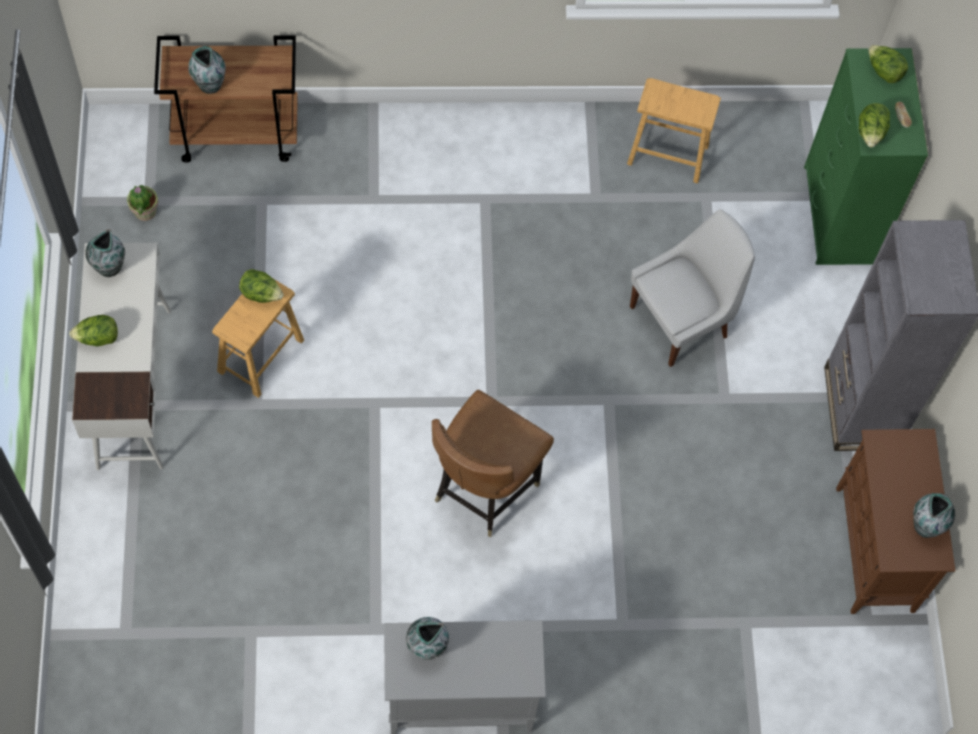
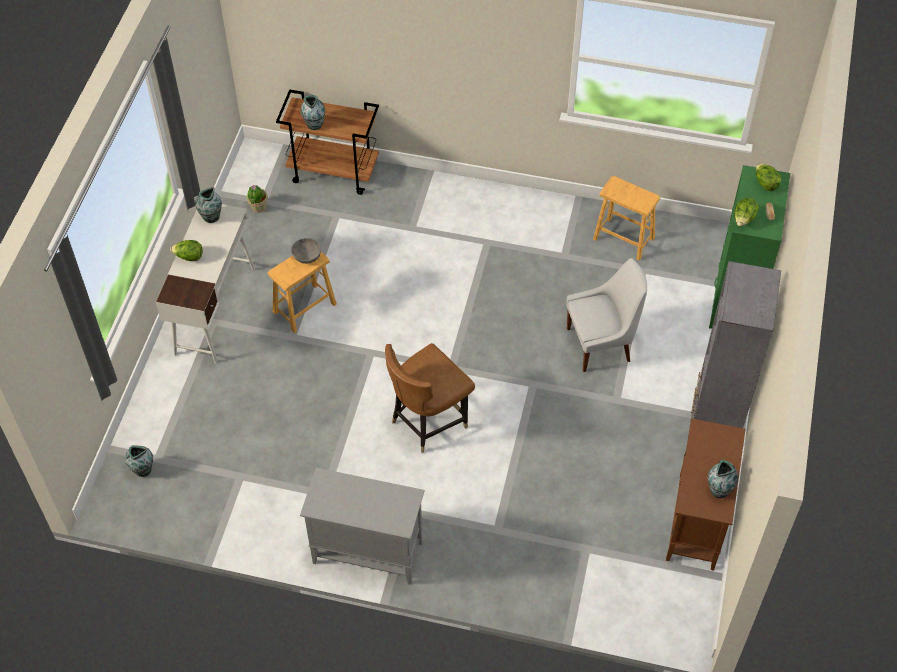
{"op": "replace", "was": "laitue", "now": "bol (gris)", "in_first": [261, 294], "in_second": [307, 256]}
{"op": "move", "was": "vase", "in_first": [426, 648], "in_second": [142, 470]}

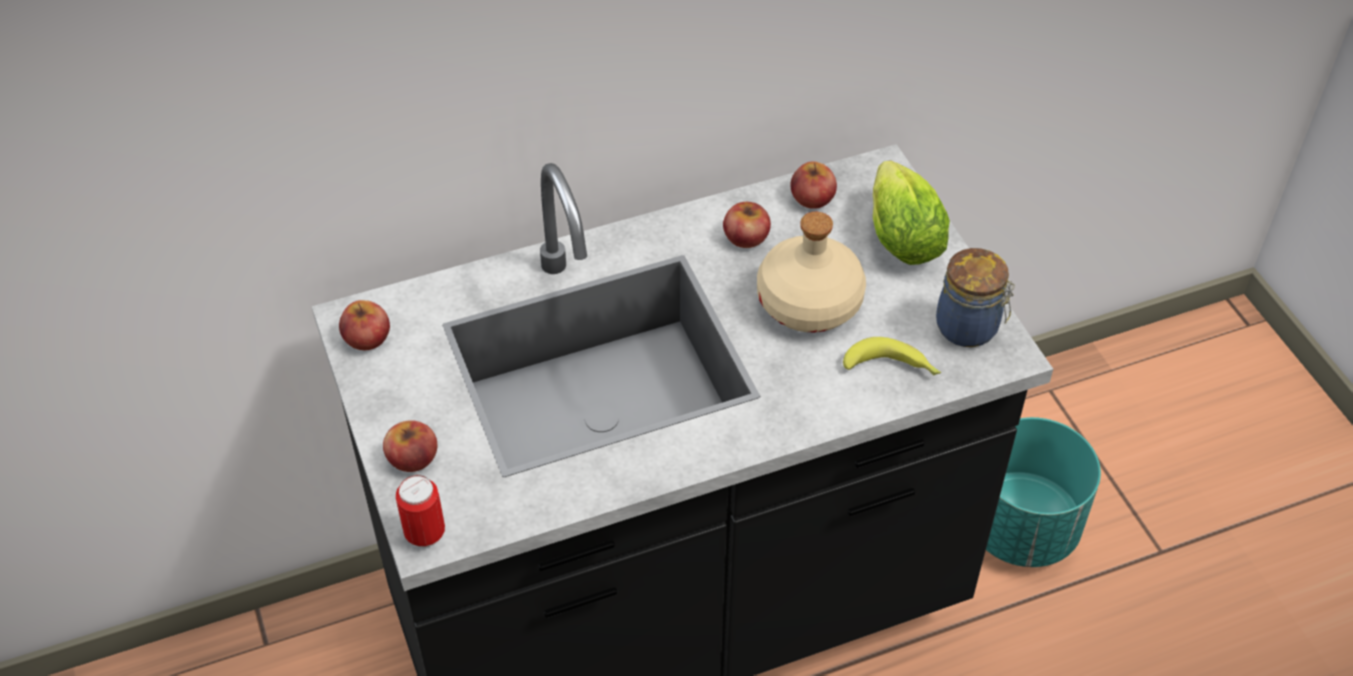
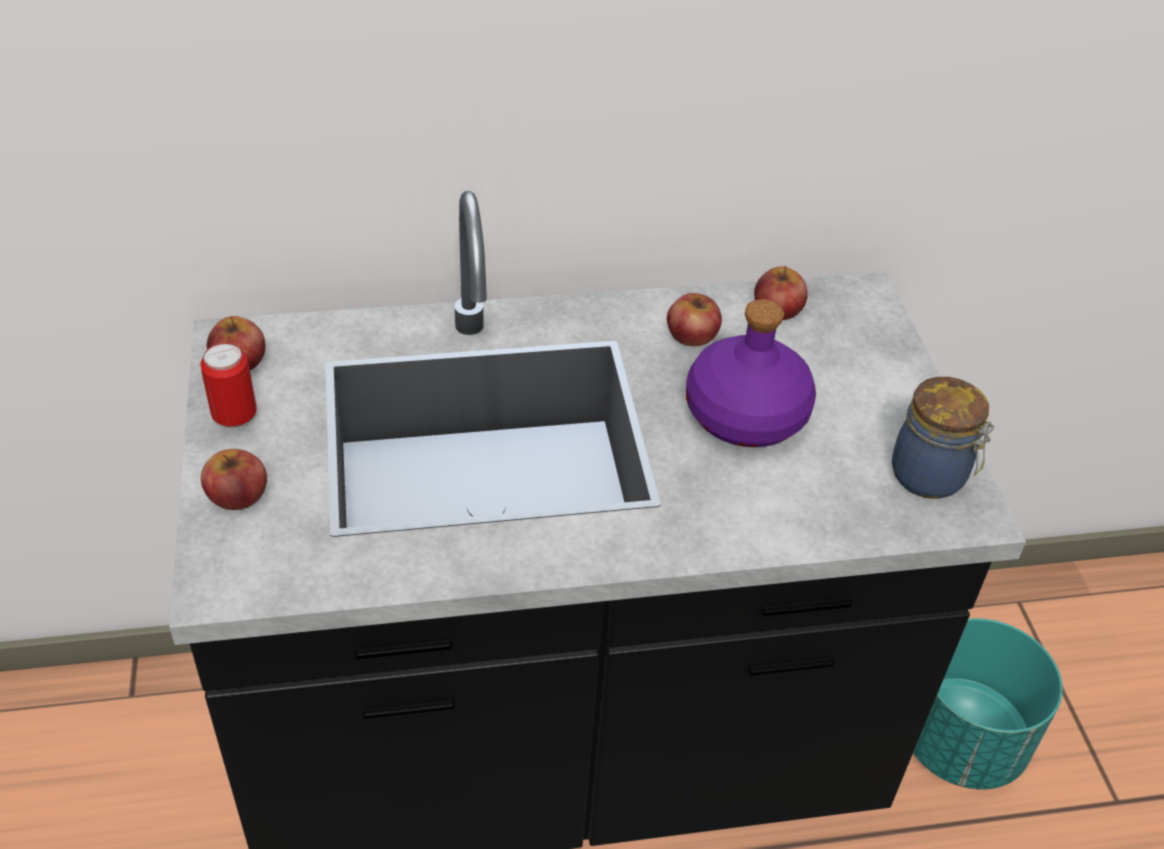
{"op": "delete", "was": "laitue", "in_first": [900, 234]}
{"op": "recolor", "was": "bouteille (beige)", "now": "bouteille (violet)", "in_first": [808, 303], "in_second": [744, 415]}
{"op": "delete", "was": "banane", "in_first": [892, 368]}
{"op": "move", "was": "boîte métallique", "in_first": [425, 534], "in_second": [235, 417]}

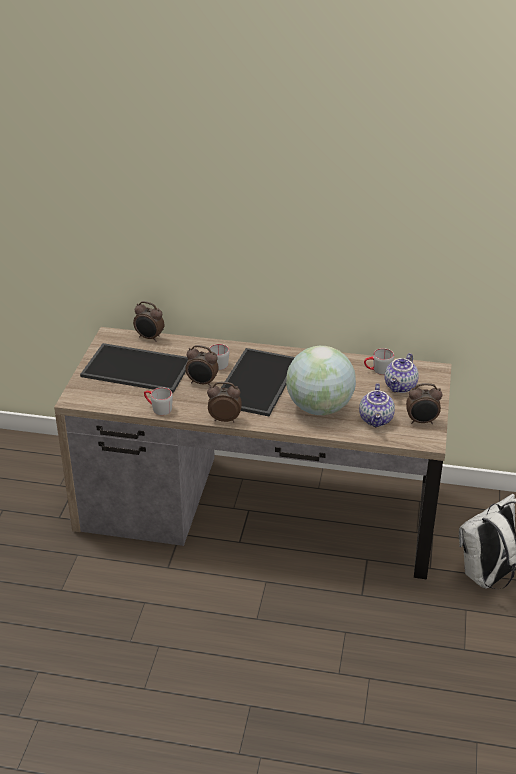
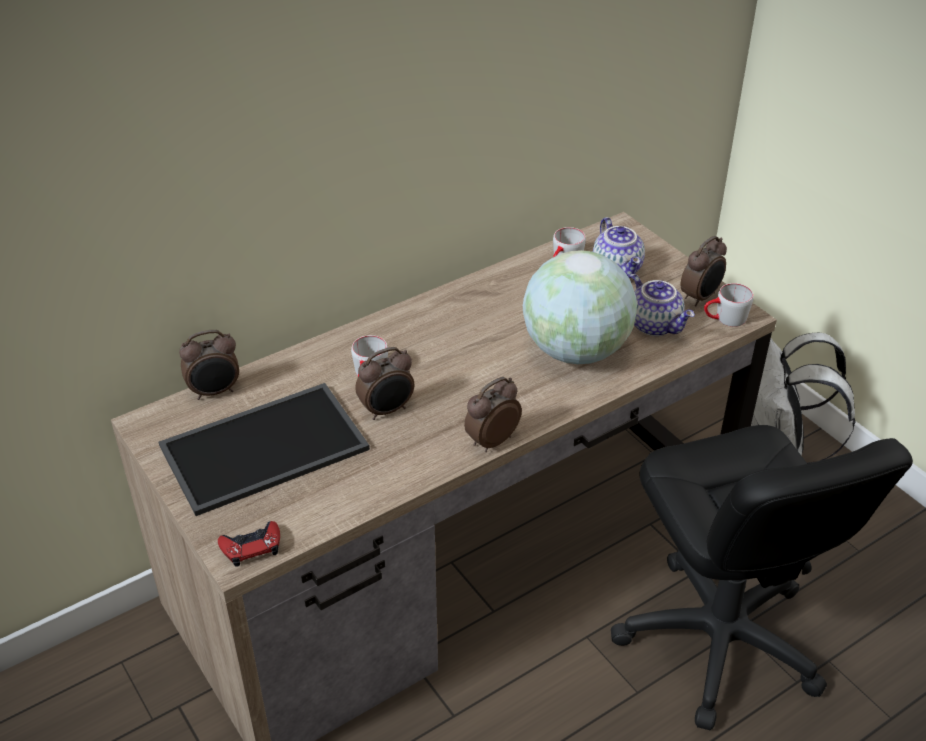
{"op": "delete", "was": "plateau", "in_first": [258, 383]}
{"op": "move", "was": "mug (gris)", "in_first": [158, 408], "in_second": [724, 319]}
{"op": "insert", "now": "chaise de bureau (noir)", "in_second": [718, 640]}
{"op": "insert", "now": "manette (rouge)", "in_second": [251, 547]}

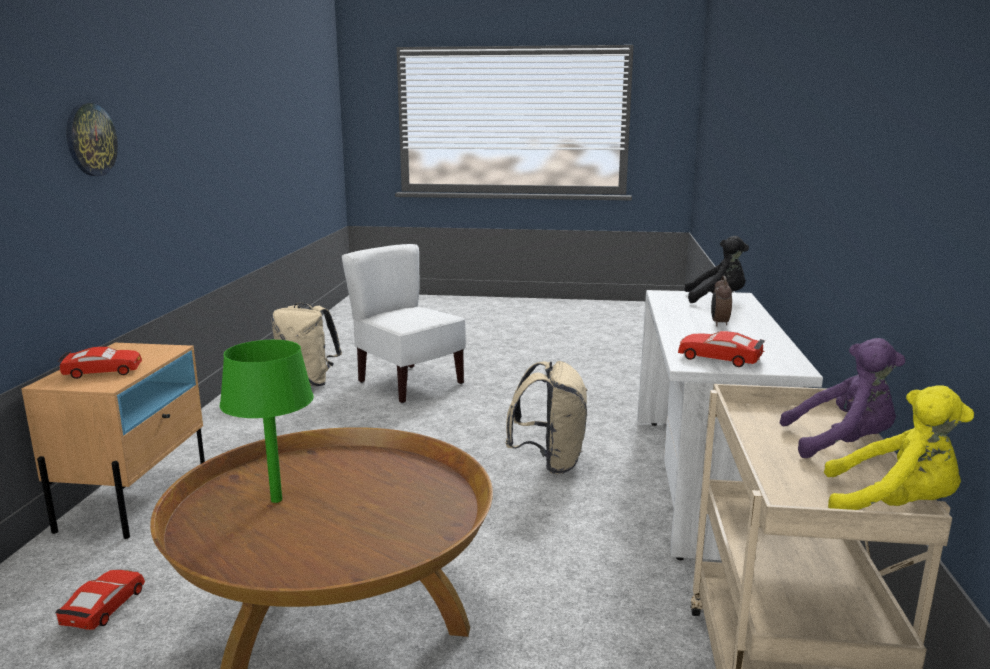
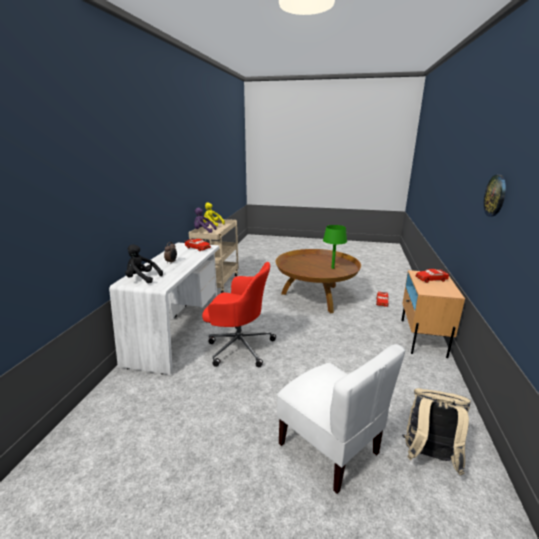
{"op": "replace", "was": "sac à dos (beige)", "now": "chaise de bureau (rouge)", "in_first": [549, 462], "in_second": [239, 346]}

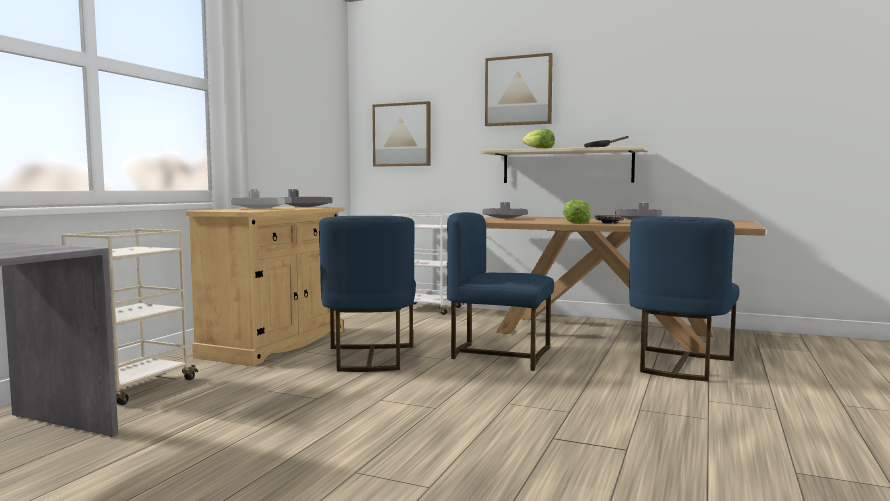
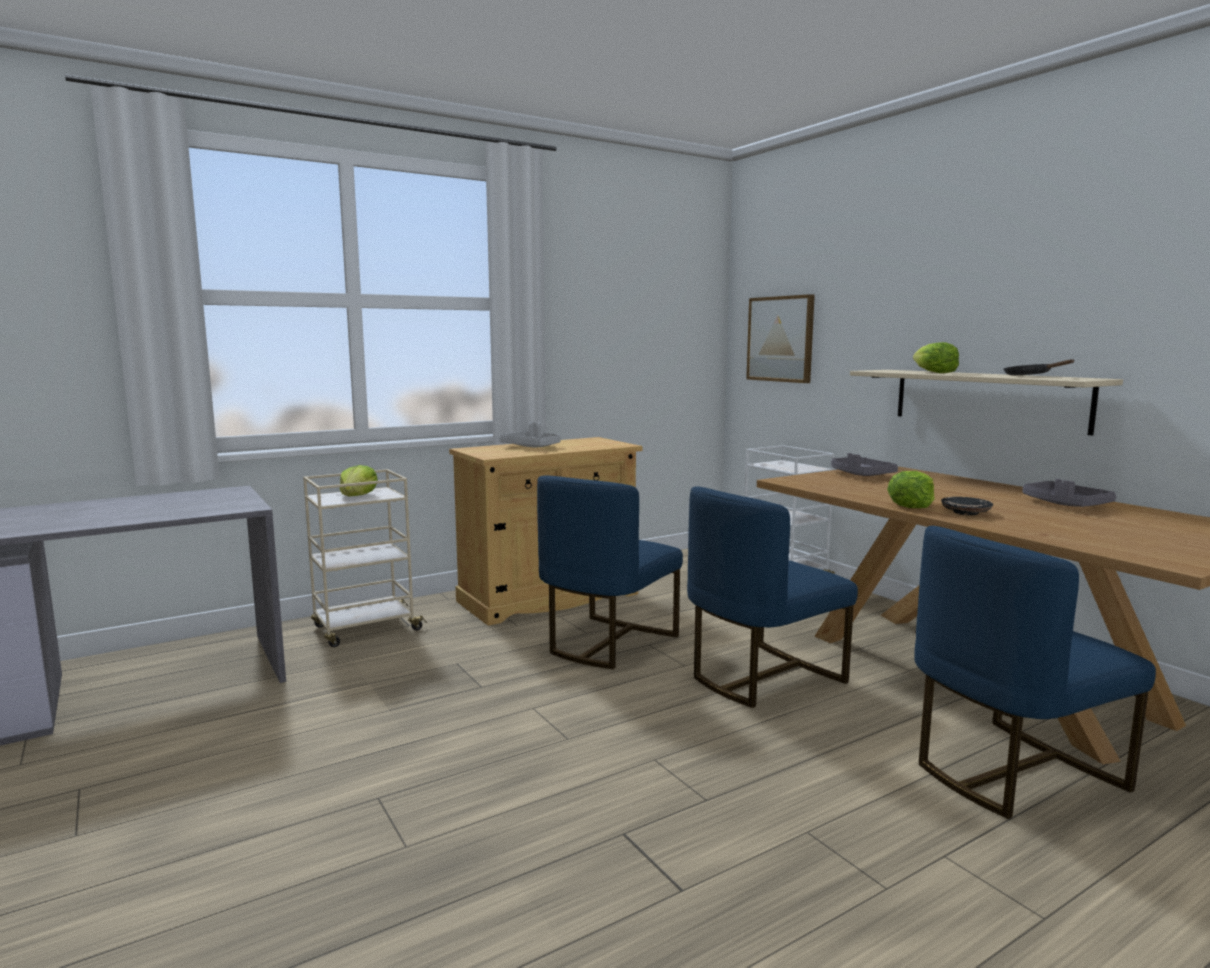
{"op": "delete", "was": "tableau", "in_first": [518, 90]}
{"op": "delete", "was": "plateau (gris)", "in_first": [305, 207]}
{"op": "rotate", "was": "chaise (bleu)", "in_first": [499, 355], "in_second": [762, 677], "clockwise": -90}
{"op": "insert", "now": "laitue", "in_second": [358, 496]}

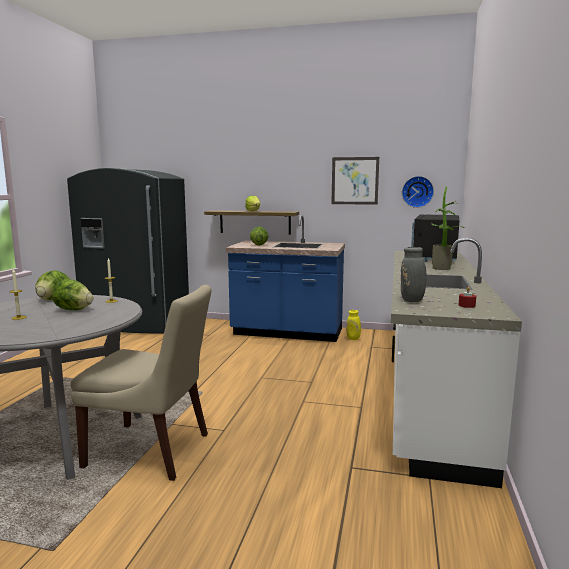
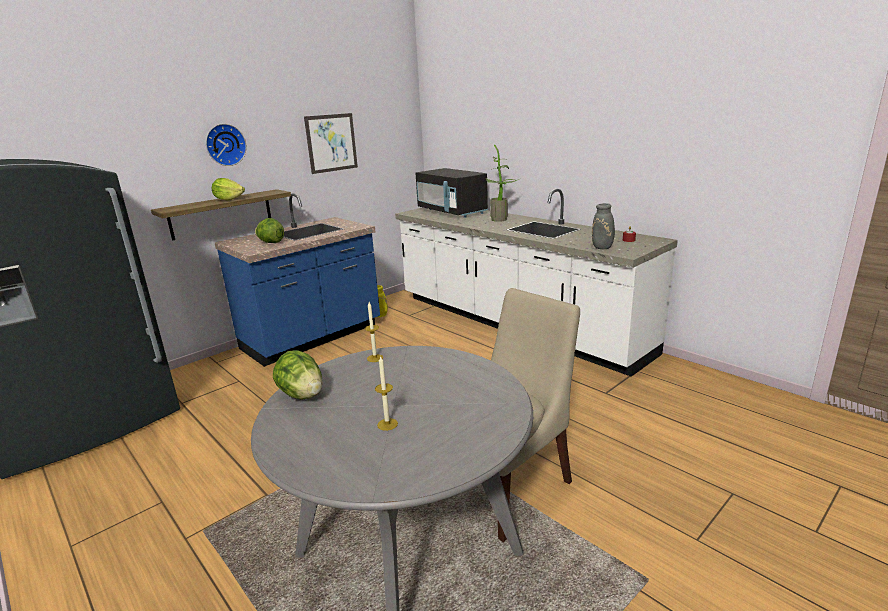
{"op": "move", "was": "horloge murale", "in_first": [417, 191], "in_second": [225, 144]}
{"op": "delete", "was": "laitue", "in_first": [73, 310]}

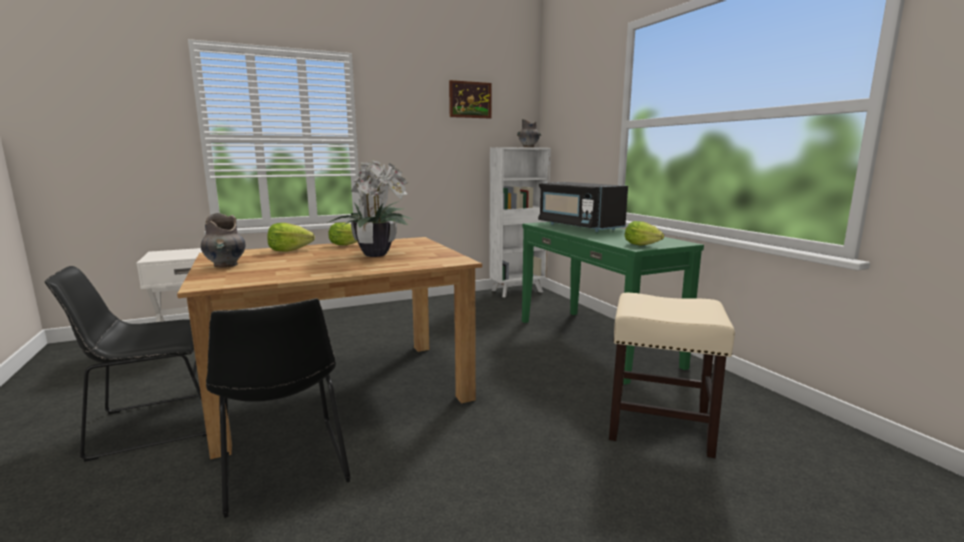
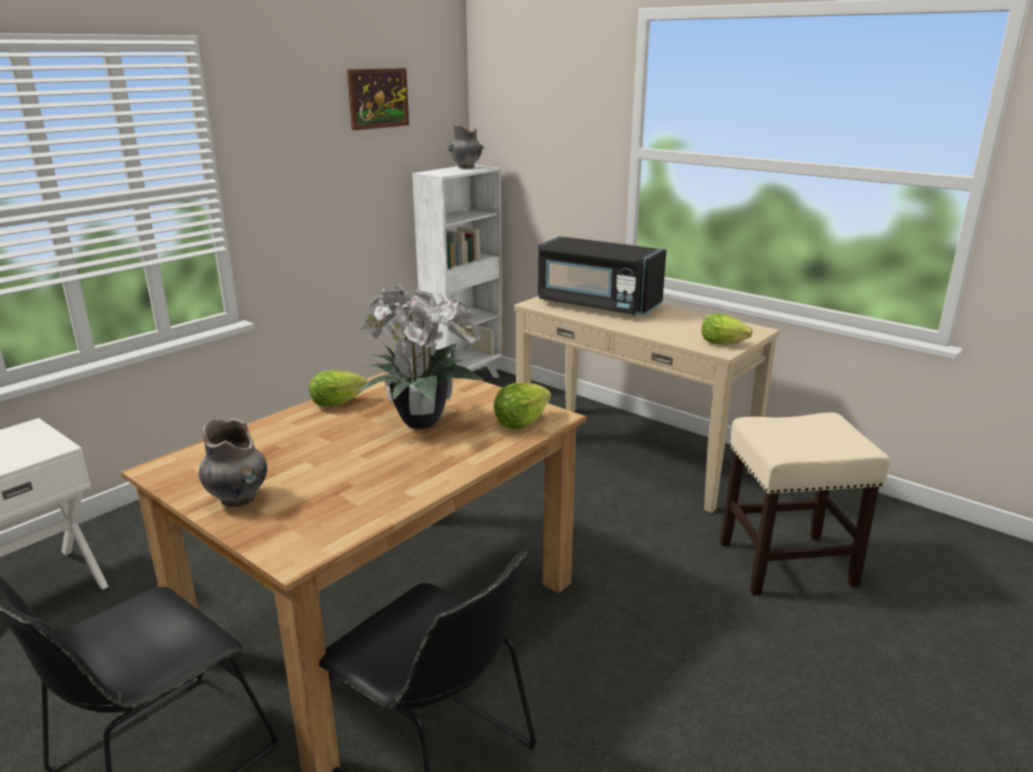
{"op": "recolor", "was": "table console (vert)", "now": "table console (beige)", "in_first": [595, 342], "in_second": [632, 454]}
{"op": "move", "was": "laitue", "in_first": [289, 250], "in_second": [521, 422]}

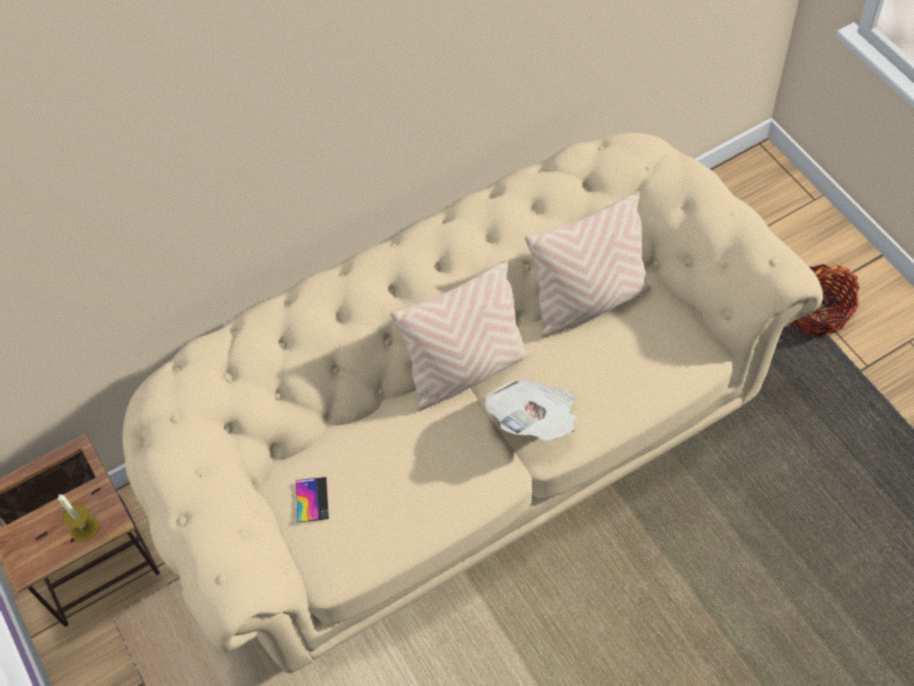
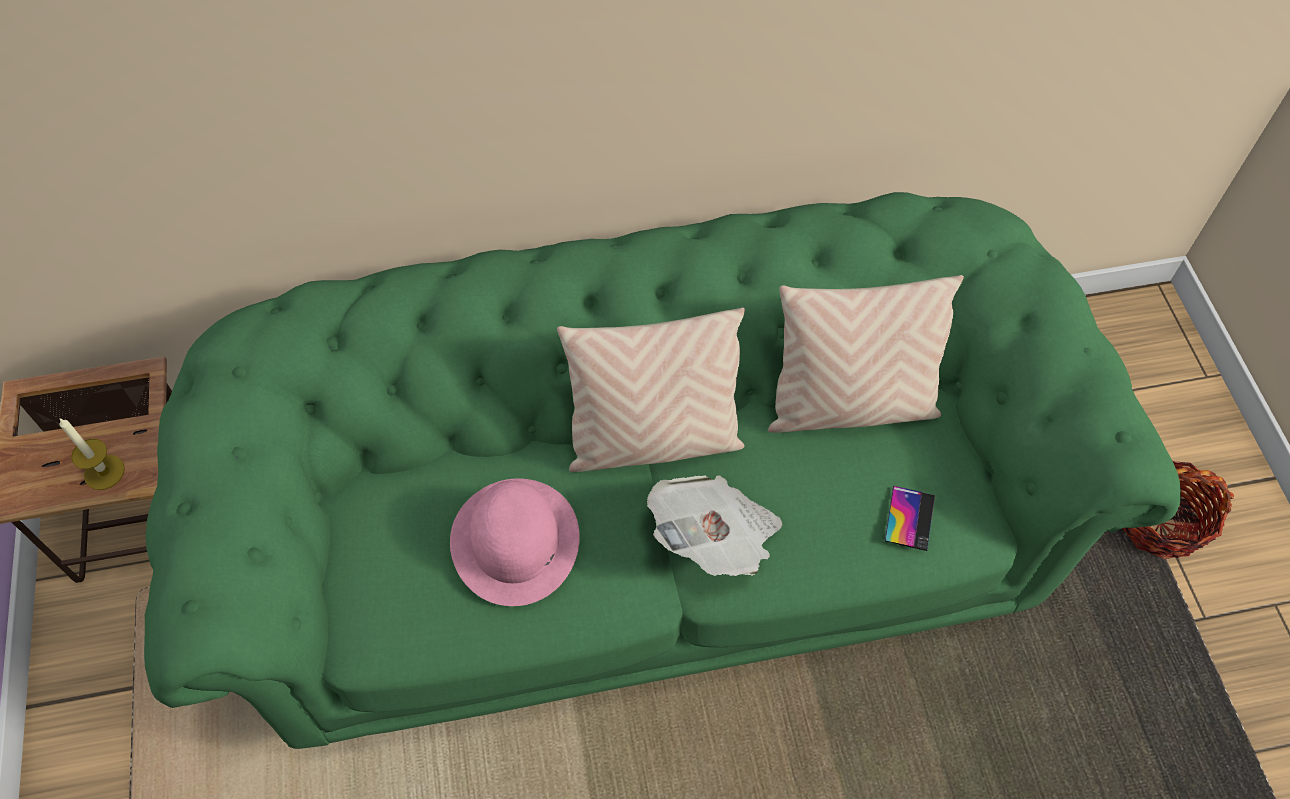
{"op": "recolor", "was": "canapé (beige)", "now": "canapé (vert)", "in_first": [469, 444], "in_second": [645, 534]}
{"op": "move", "was": "téléphone", "in_first": [312, 499], "in_second": [909, 518]}
{"op": "insert", "now": "chapeau (rose)", "in_second": [515, 541]}

